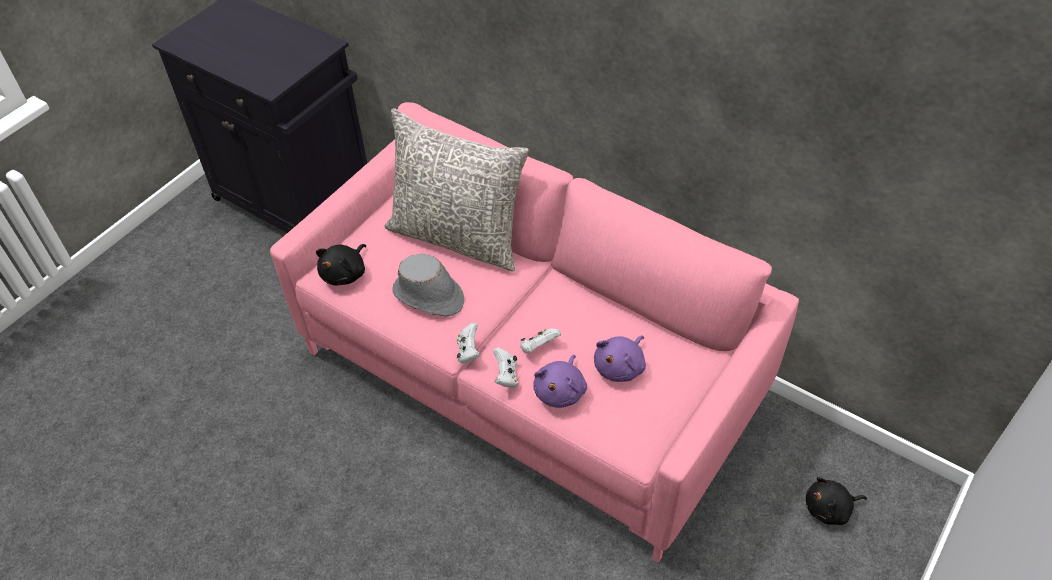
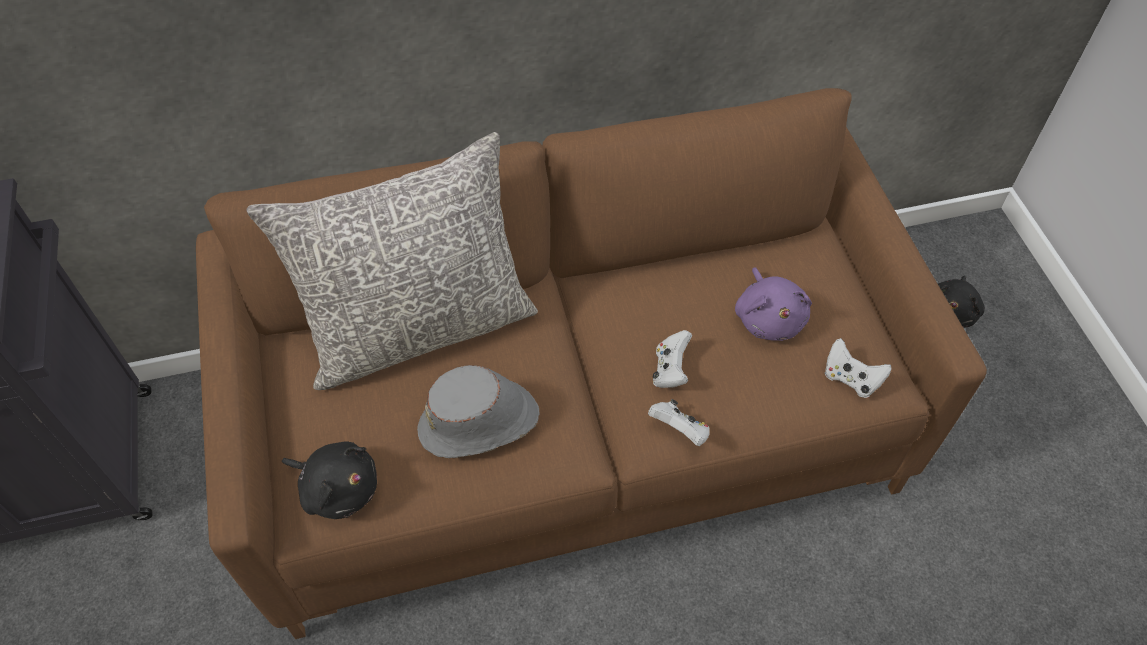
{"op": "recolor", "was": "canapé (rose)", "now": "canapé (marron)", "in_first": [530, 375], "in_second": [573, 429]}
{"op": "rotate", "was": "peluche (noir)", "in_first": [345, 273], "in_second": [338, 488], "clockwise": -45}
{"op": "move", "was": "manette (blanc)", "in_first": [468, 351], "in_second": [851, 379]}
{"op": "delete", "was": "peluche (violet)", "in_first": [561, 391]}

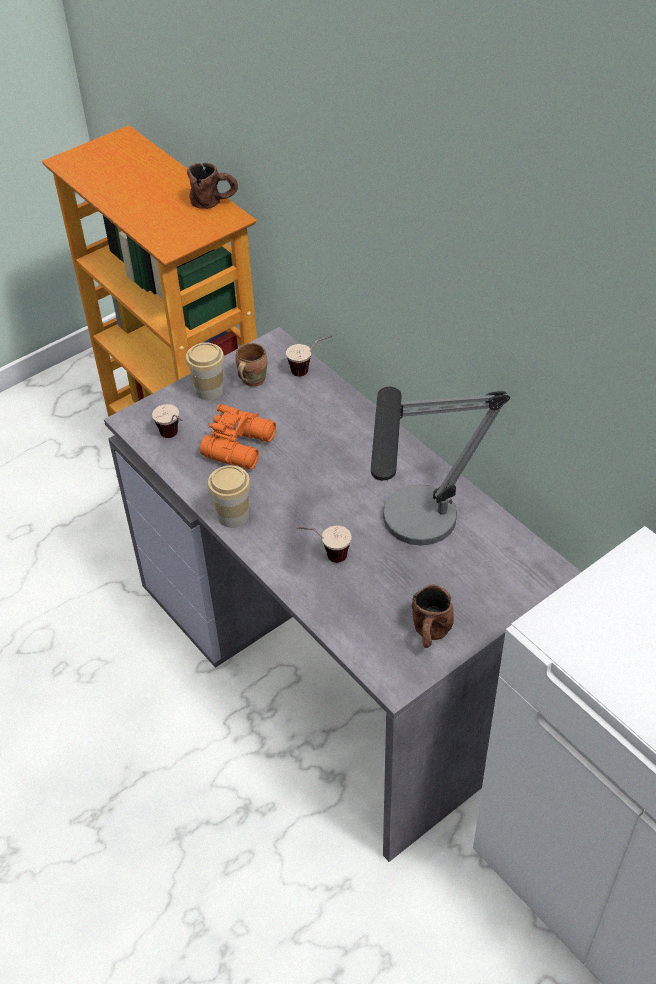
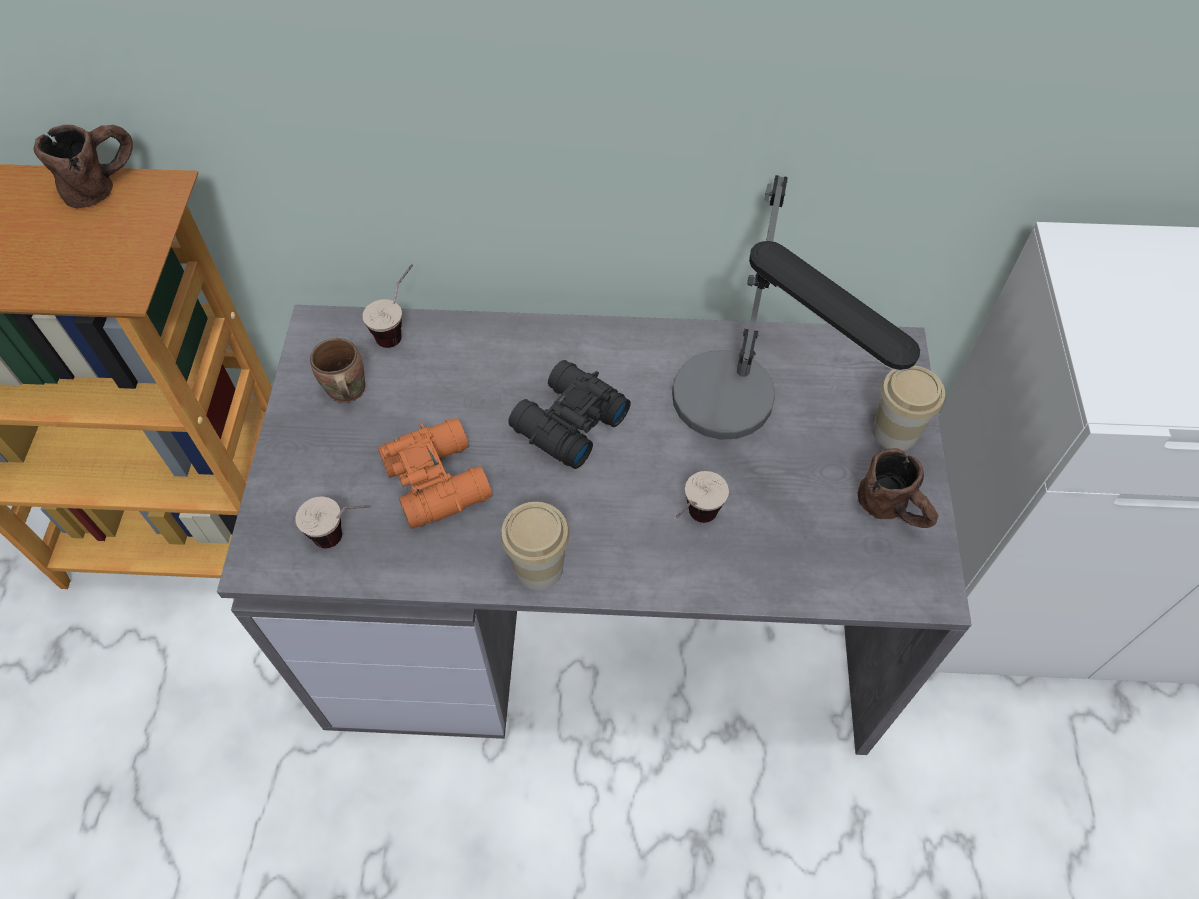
{"op": "move", "was": "tasse", "in_first": [209, 390], "in_second": [894, 432]}
{"op": "insert", "now": "jumelles (noir)", "in_second": [566, 423]}

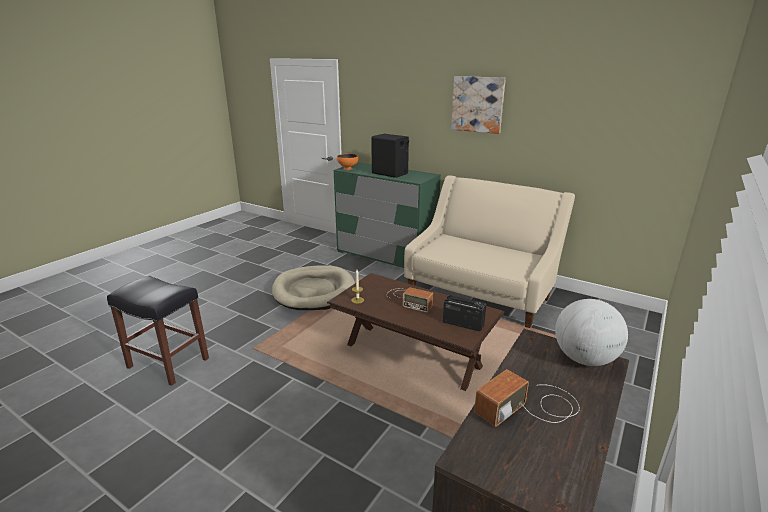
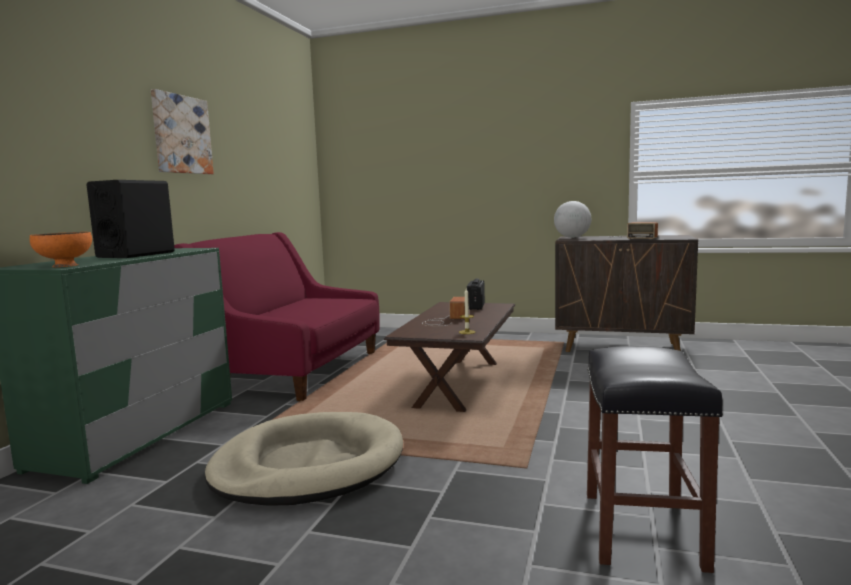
{"op": "recolor", "was": "canapé (beige)", "now": "canapé (rouge)", "in_first": [481, 292], "in_second": [295, 371]}

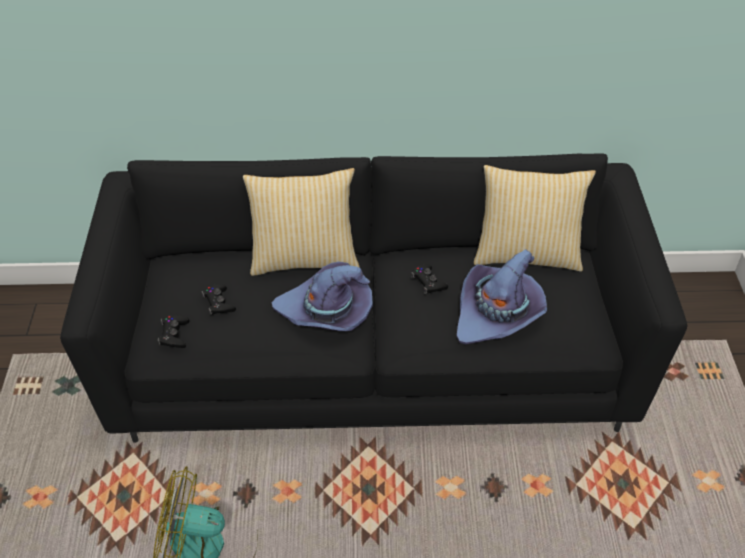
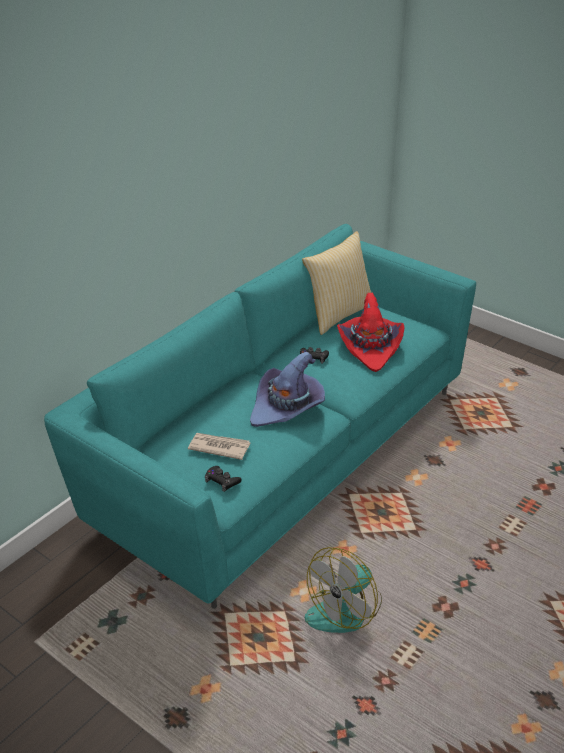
{"op": "recolor", "was": "canapé (noir)", "now": "canapé (turquoise)", "in_first": [373, 359], "in_second": [281, 454]}
{"op": "delete", "was": "coussin", "in_first": [304, 258]}
{"op": "recolor", "was": "chapeau (violet)", "now": "chapeau (rouge)", "in_first": [498, 314], "in_second": [370, 347]}
{"op": "replace", "was": "manette (noir)", "now": "journal", "in_first": [218, 303], "in_second": [219, 447]}

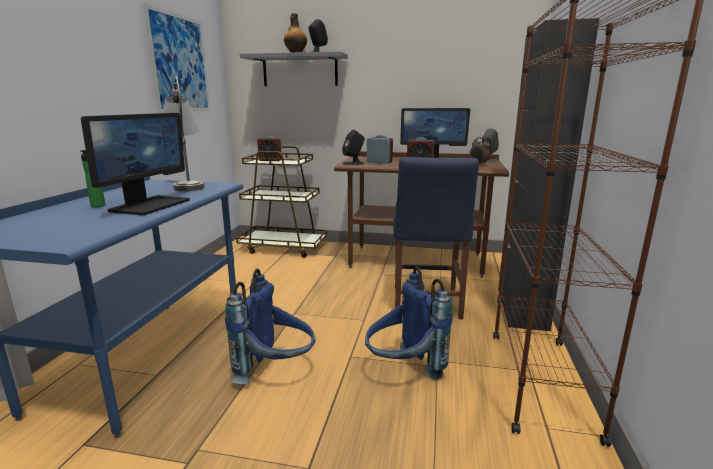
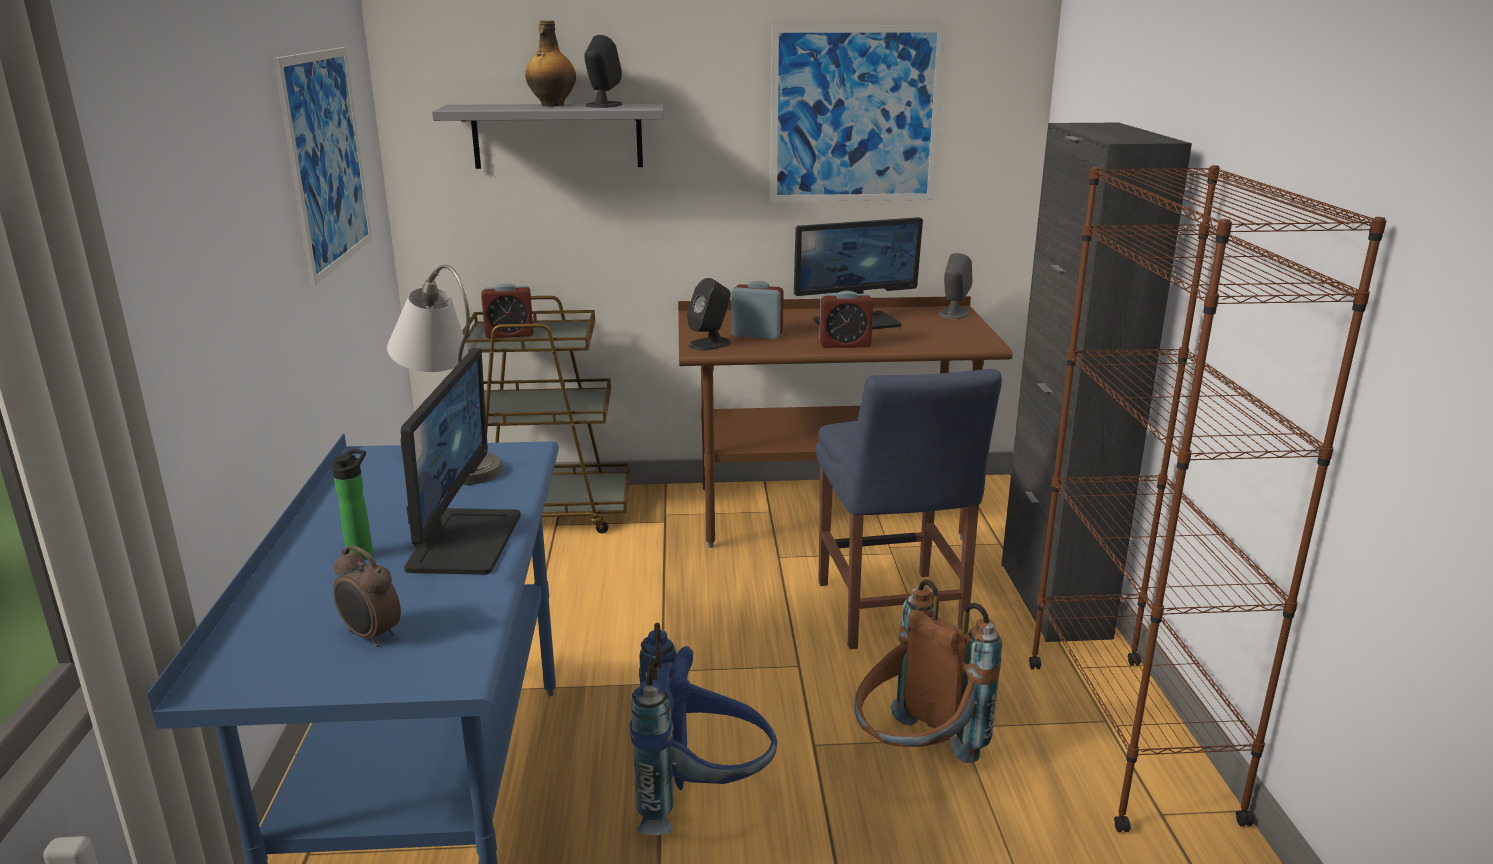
{"op": "move", "was": "réveil", "in_first": [478, 165], "in_second": [371, 636]}
{"op": "recolor", "was": "sac à dos (bleu)", "now": "sac à dos (marron)", "in_first": [403, 371], "in_second": [914, 757]}
{"op": "insert", "now": "tableau", "in_second": [854, 115]}

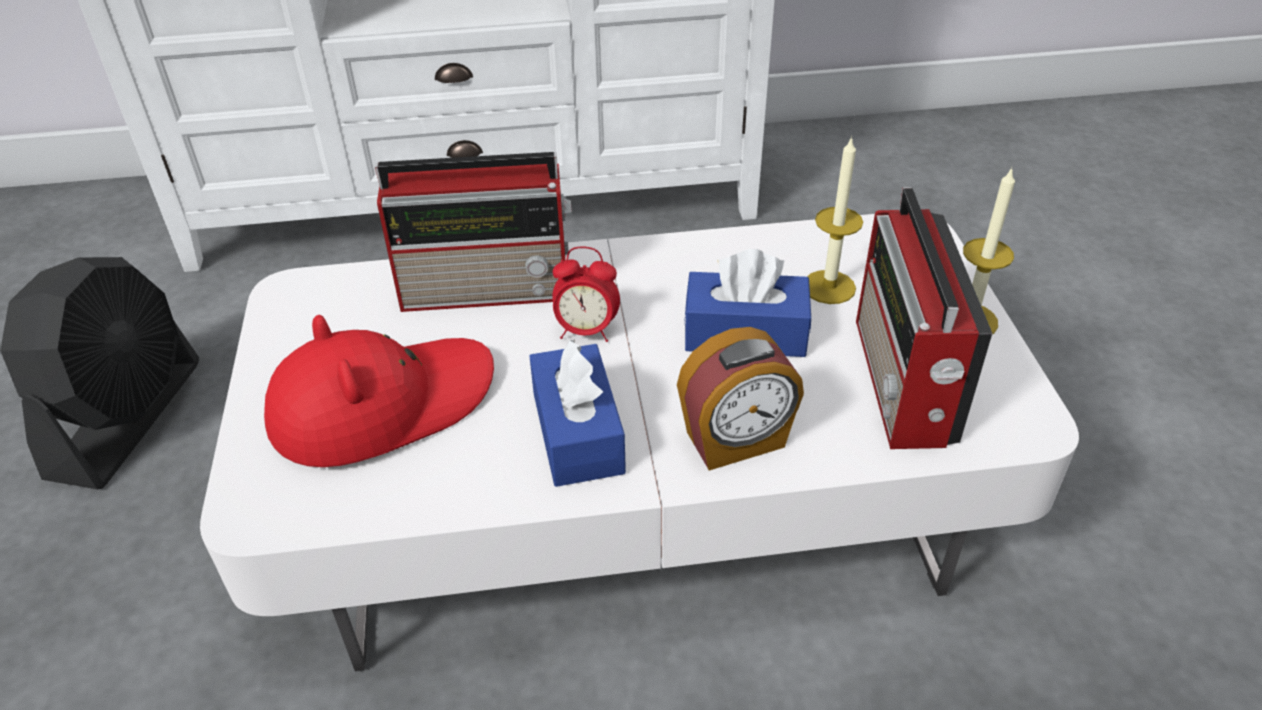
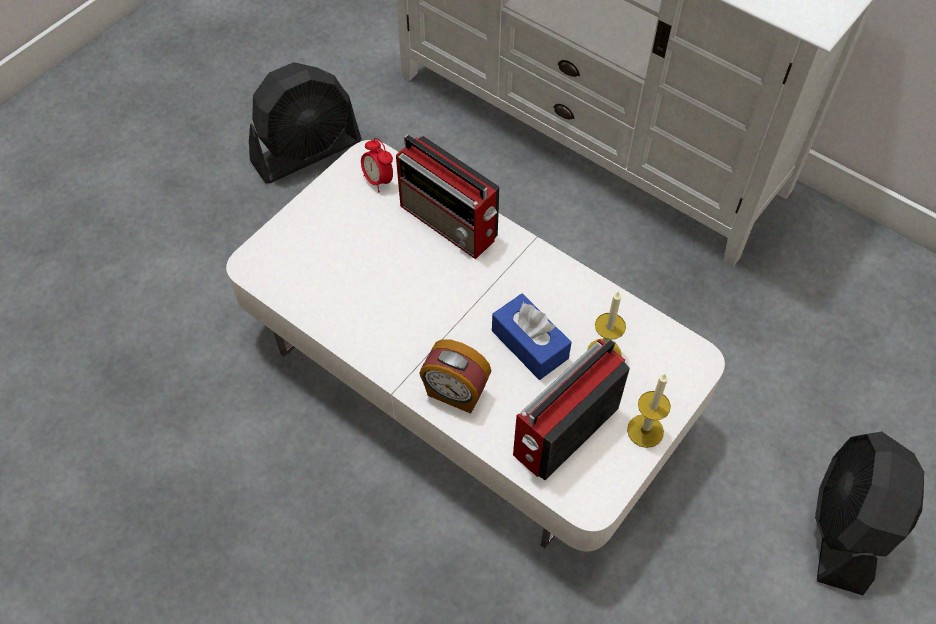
{"op": "move", "was": "réveil", "in_first": [586, 331], "in_second": [378, 180]}
{"op": "delete", "was": "chapeau (rouge)", "in_first": [381, 404]}
{"op": "delete", "was": "boîte à mouchoirs (bleu)", "in_first": [577, 432]}
{"op": "insert", "now": "ventilateur (noir)", "in_second": [846, 526]}

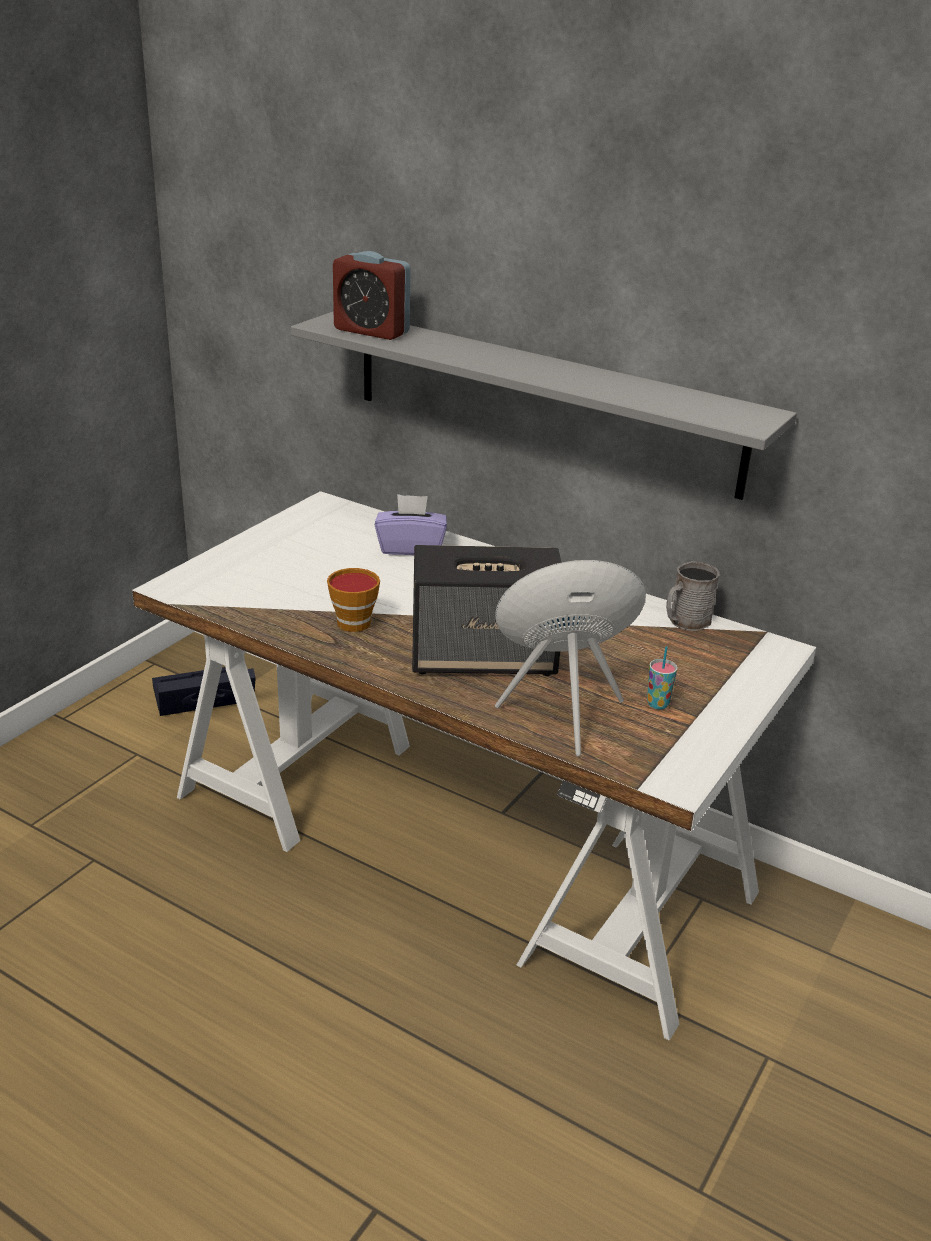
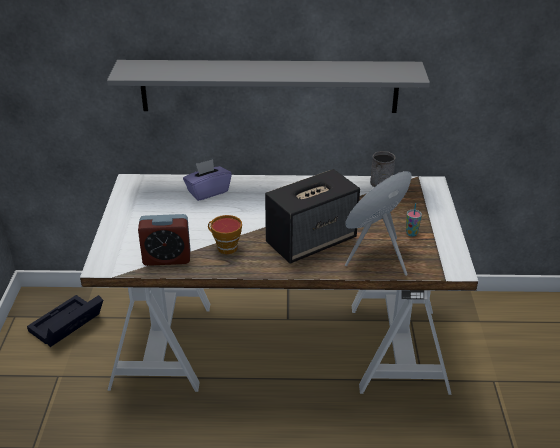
{"op": "move", "was": "réveil", "in_first": [371, 331], "in_second": [167, 258]}

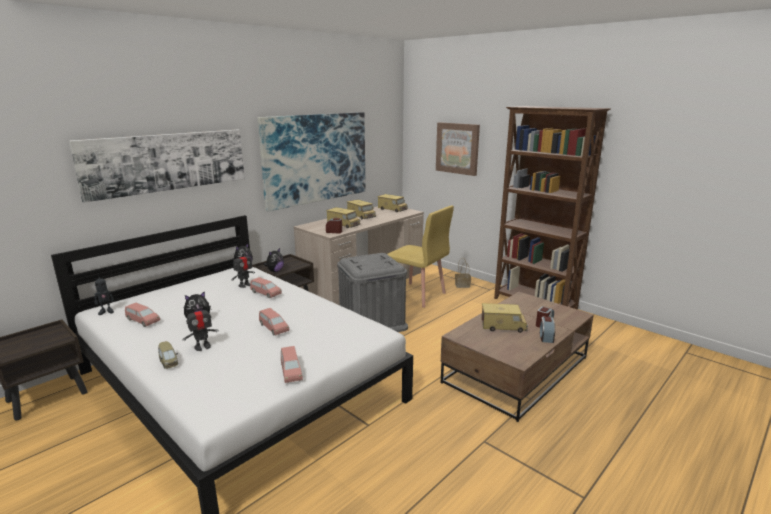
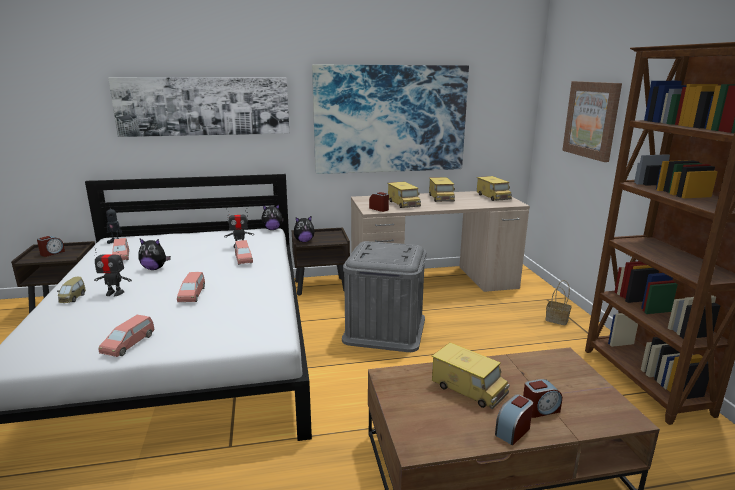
{"op": "delete", "was": "chaise (jaune)", "in_first": [416, 295]}
{"op": "insert", "now": "réveil", "in_second": [52, 253]}

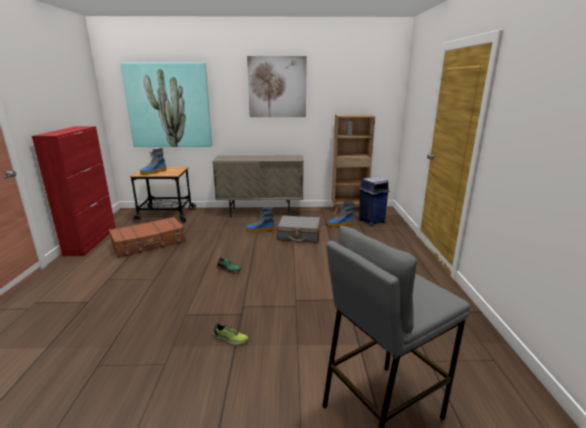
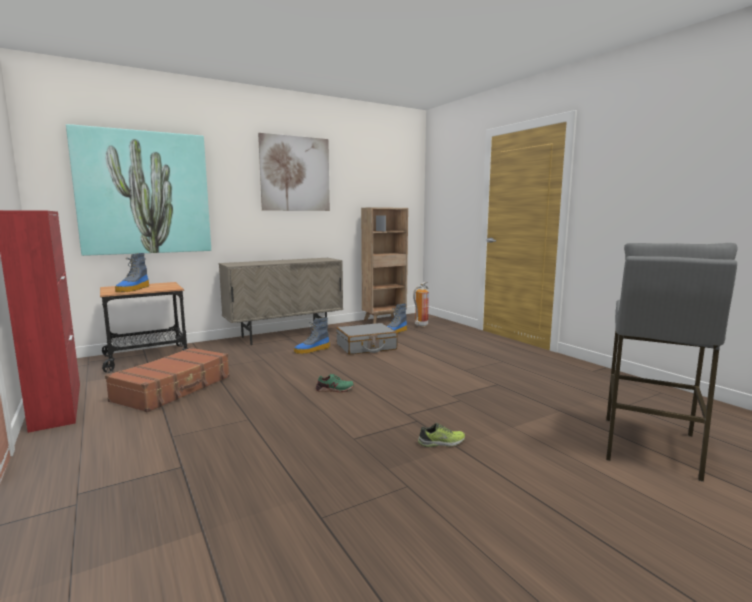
{"op": "replace", "was": "poubelle (bleu)", "now": "extincteur", "in_first": [371, 221], "in_second": [421, 325]}

